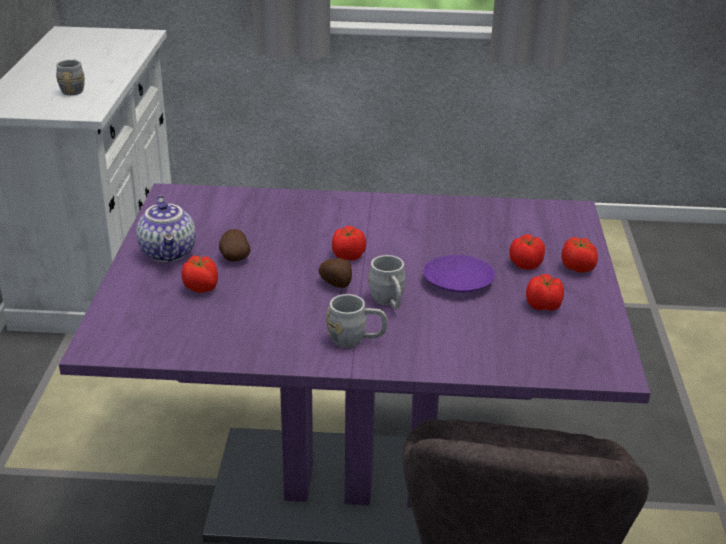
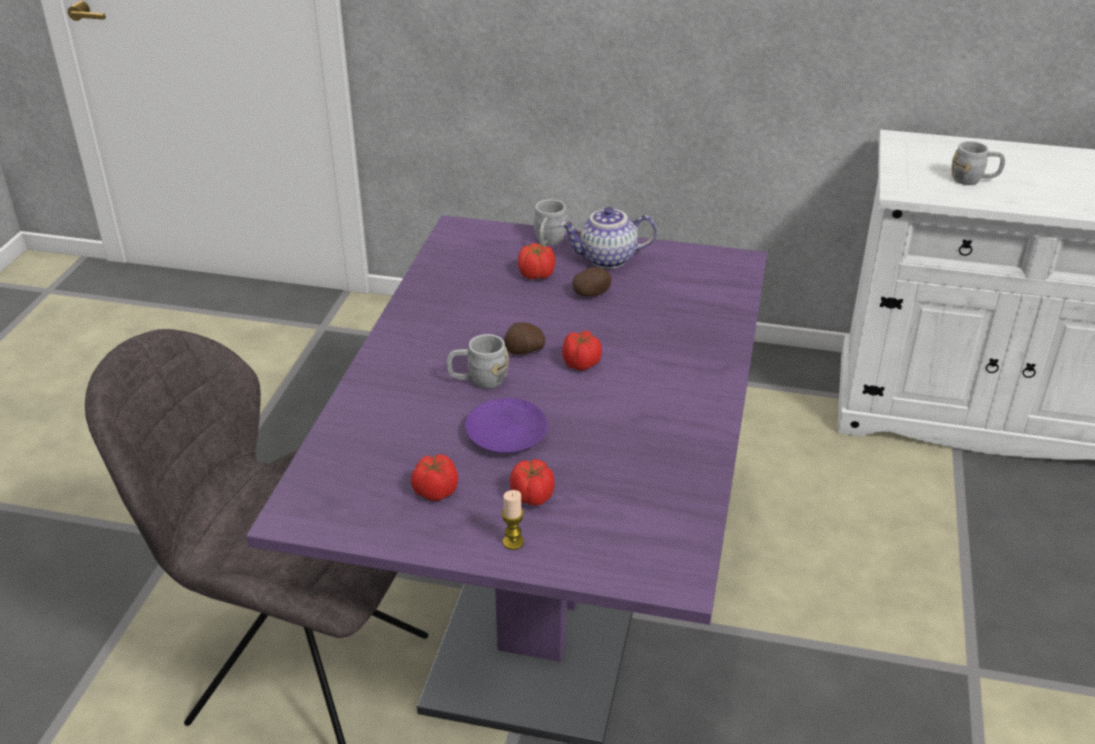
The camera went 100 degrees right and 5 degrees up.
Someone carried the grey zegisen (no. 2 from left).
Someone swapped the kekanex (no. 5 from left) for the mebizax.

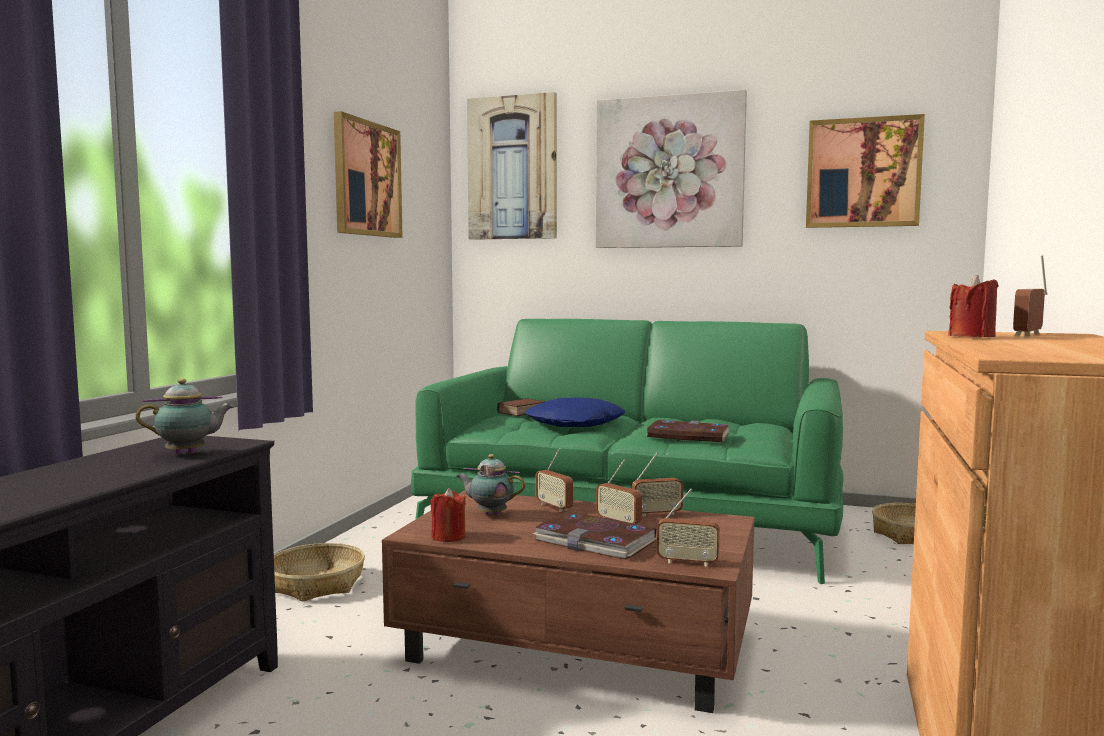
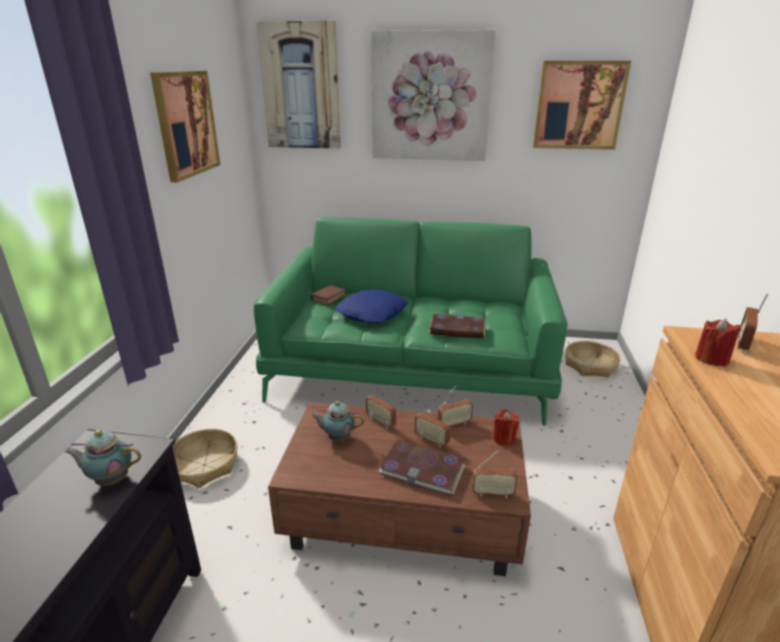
The camera went 10 degrees left and 20 degrees up.
Someone rotated the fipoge (no. 1 from left) by 150 degrees counterclockwise.
Someone carried the red mebizax (no. 1 from left).

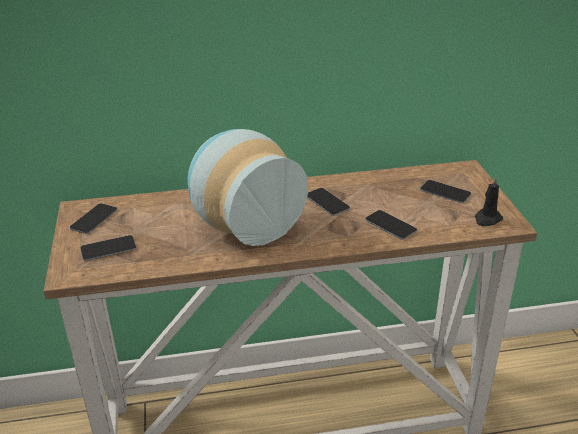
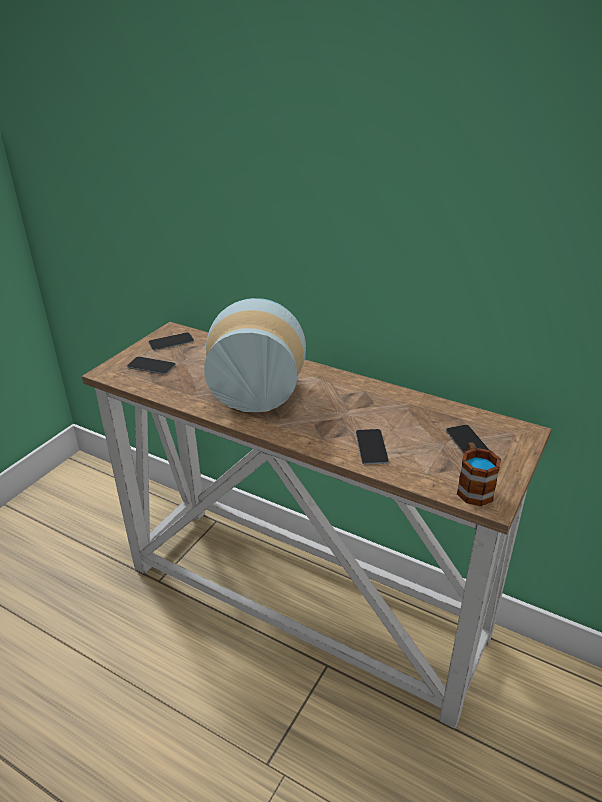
The camera went 40 degrees right and 0 degrees up.
Someone took away the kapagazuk (no. 3 from left).
Someone swapped the black mebizax for the zegisen.

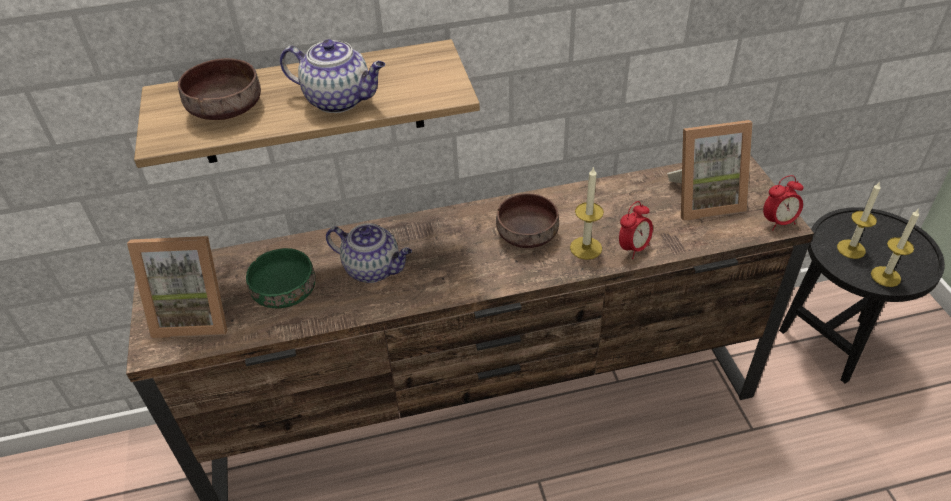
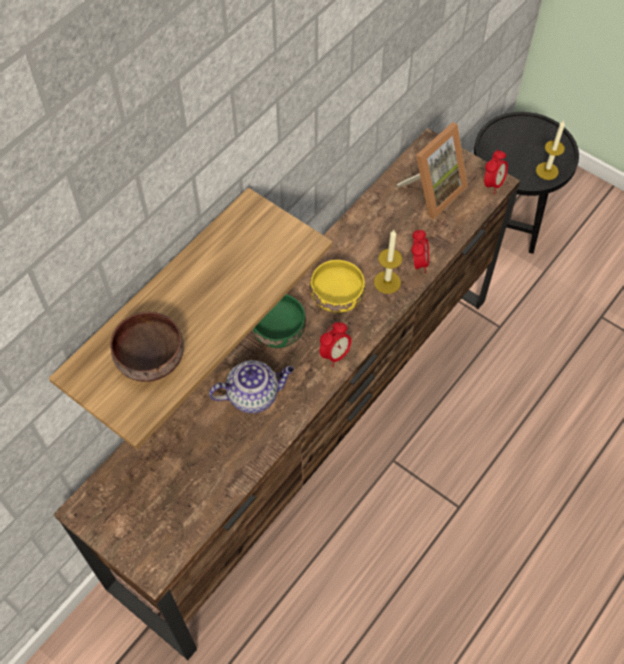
The camera went 40 degrees left and 15 degrees up.
Someone took away the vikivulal (no. 1 from left).
Someone carried the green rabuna.
Someone took away the fipoge (no. 1 from left).
Someone repainted the brown rabuna (no. 2 from left), which became the yellow rabuna.
Someone took away the mebizax (no. 2 from left).
Someone put down the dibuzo (no. 1 from left).

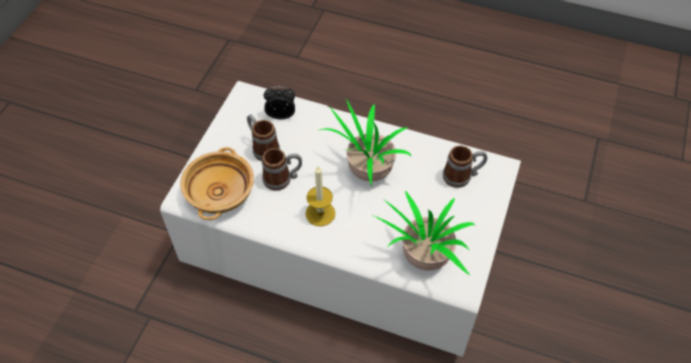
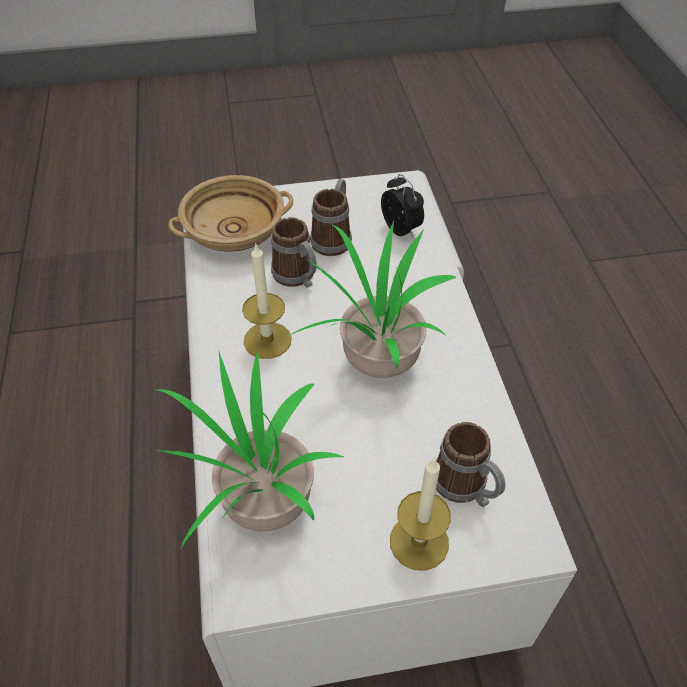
The camera went 60 degrees right and 5 degrees down.
Someone put down the mebizax (no. 2 from left).

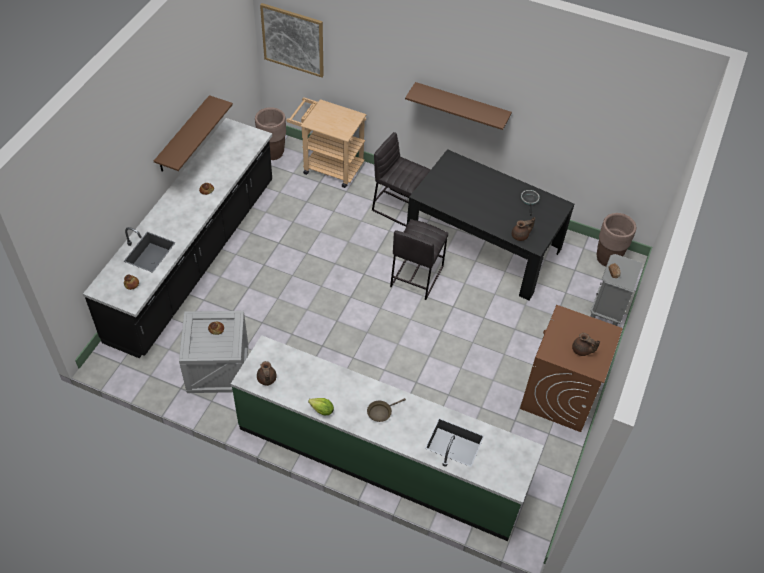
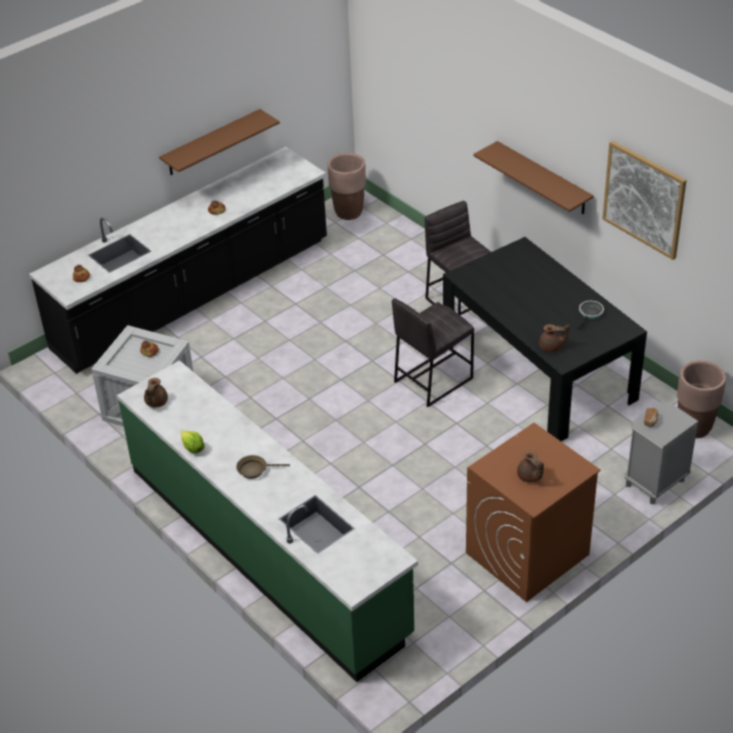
The camera went 30 degrees right and 10 degrees down.
Someone carried the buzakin.
Someone took away the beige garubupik.

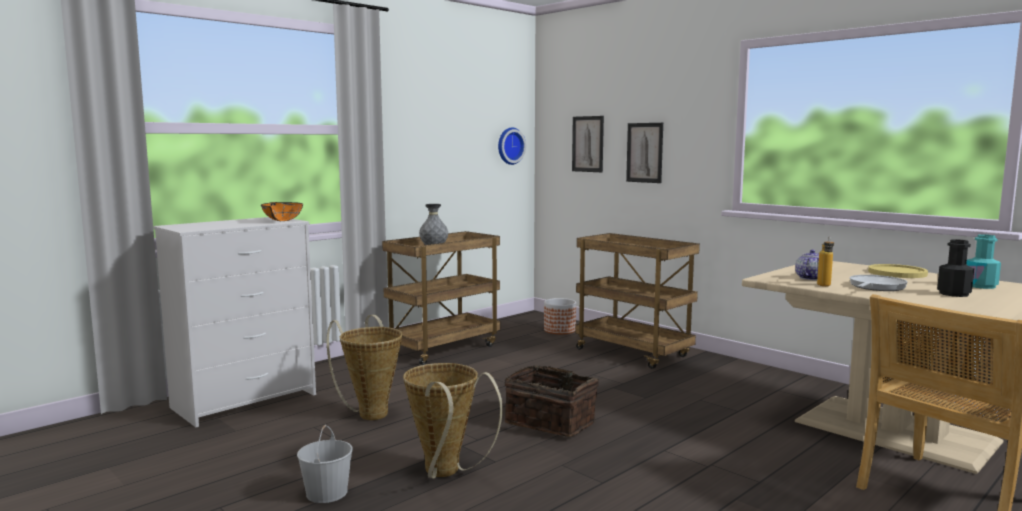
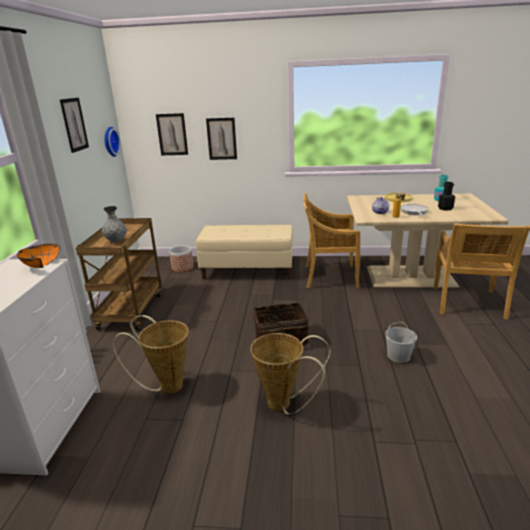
The camera went 40 degrees left and 15 degrees up.
Someone carried the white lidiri.
Someone swapped the brown garubupik (no. 2 from left) for the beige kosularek.
Someone put up the buzakin (no. 1 from left).
Someone put down the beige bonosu (no. 1 from left).

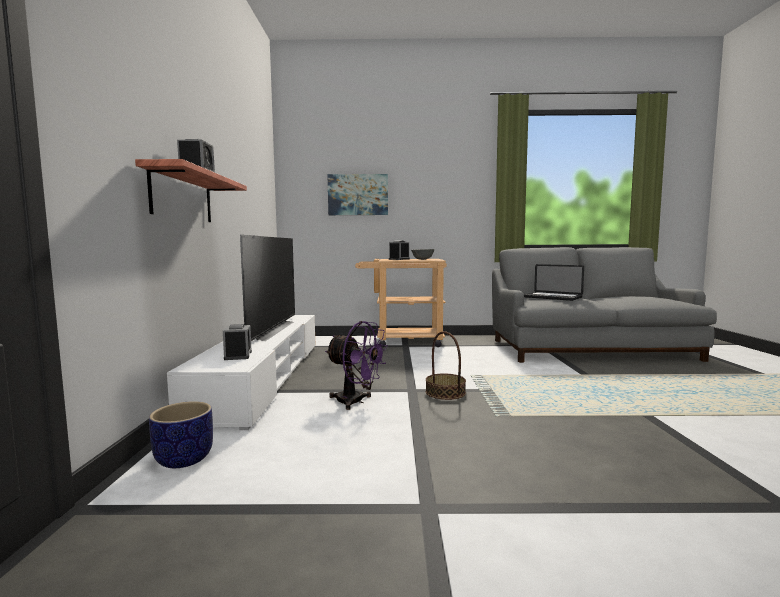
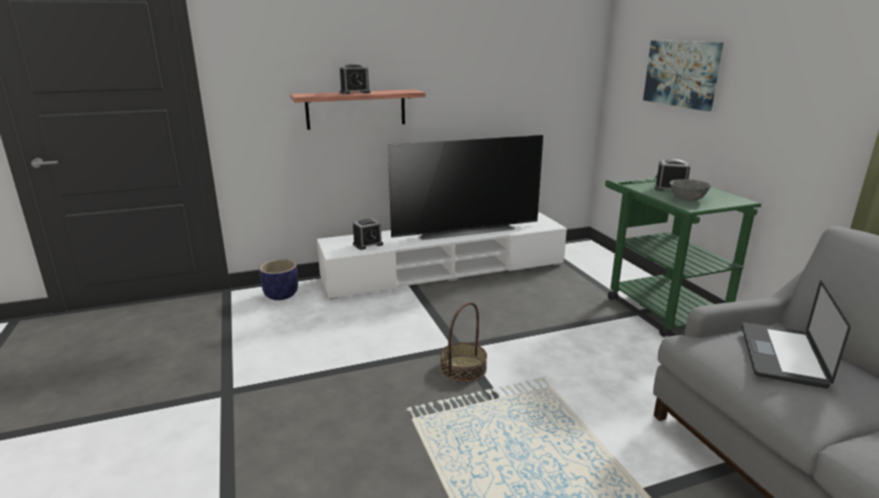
The camera went 70 degrees right and 15 degrees up.
Someone took away the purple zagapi.
Someone repainted the beige garubupik, which became the green garubupik.

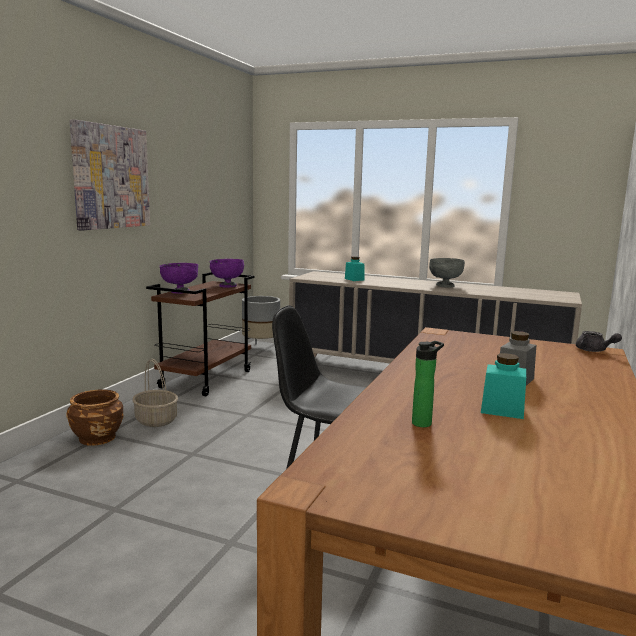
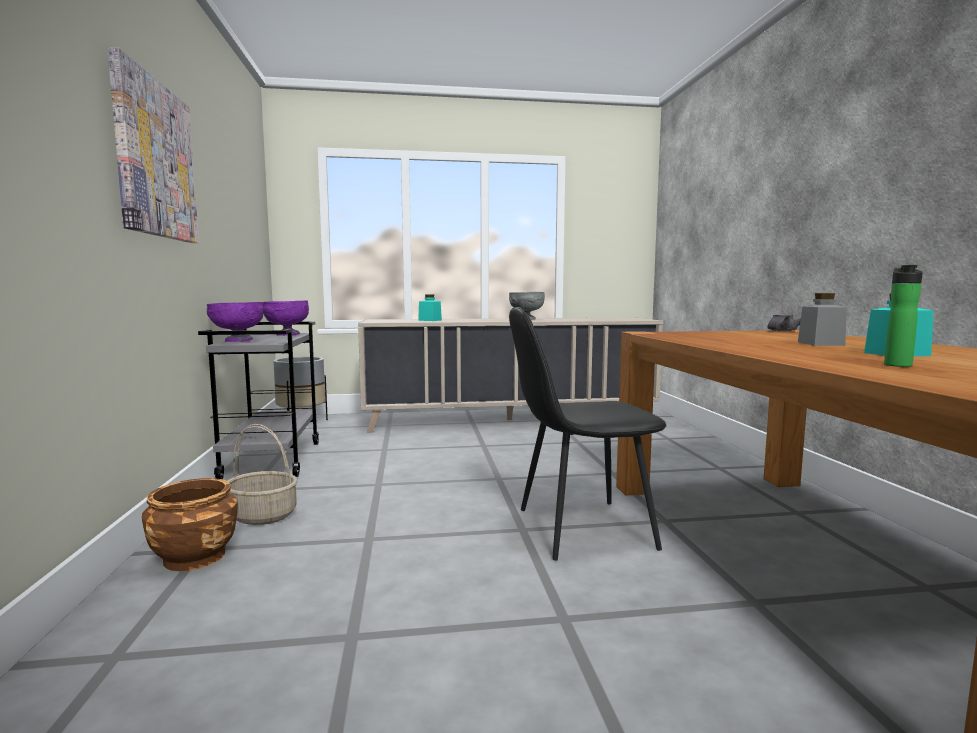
The camera went 30 degrees left and 5 degrees down.
Someone repainted the brown garubupik, which became the grey garubupik.

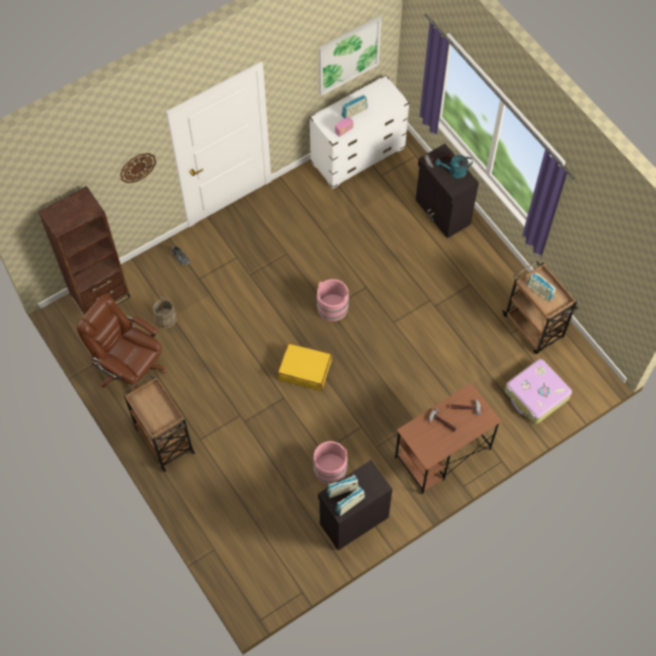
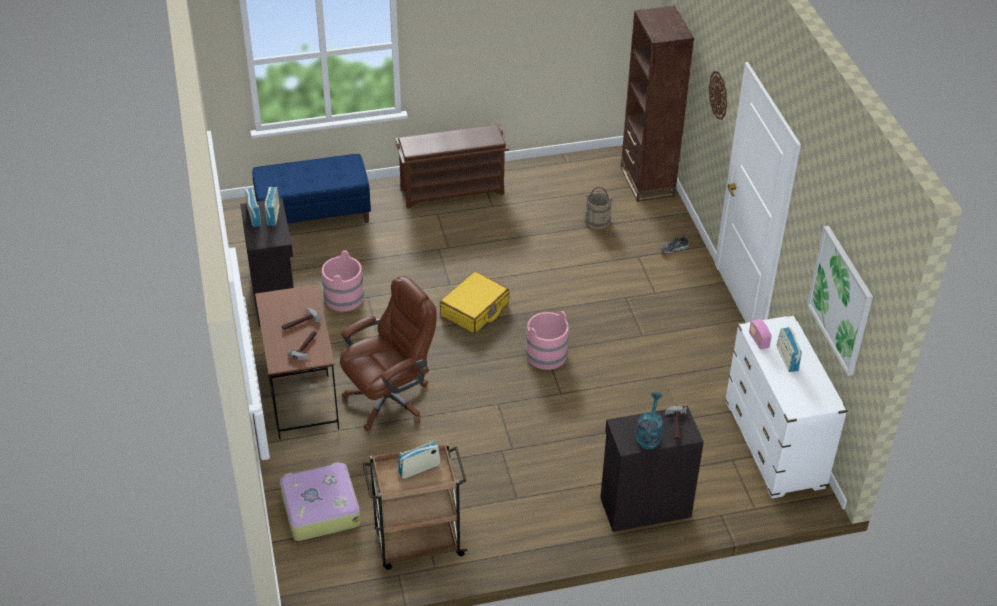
The camera went 110 degrees right and 20 degrees down.
Someone carried the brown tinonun.
Someone swapped the brown garubupik (no. 1 from left) for the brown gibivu.
Someone put down the blue kosularek.

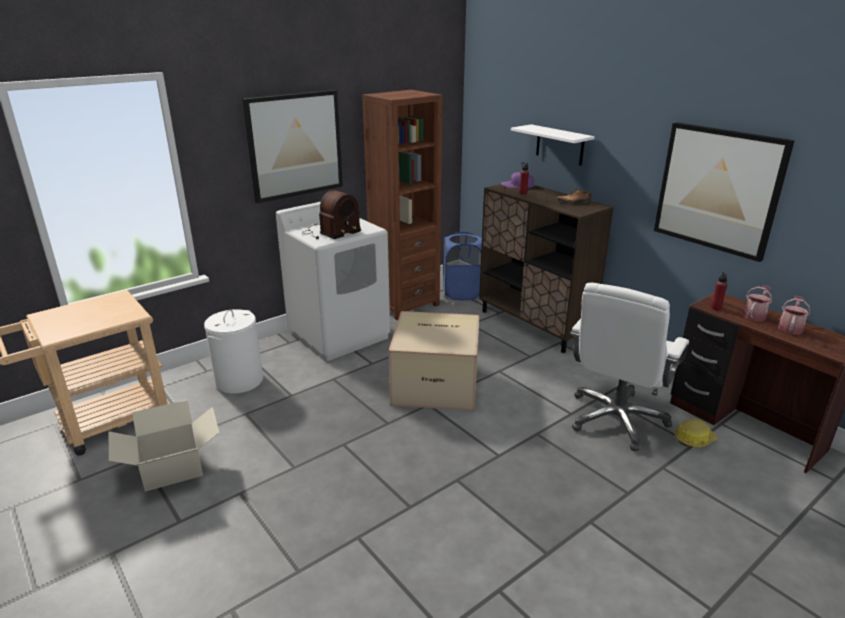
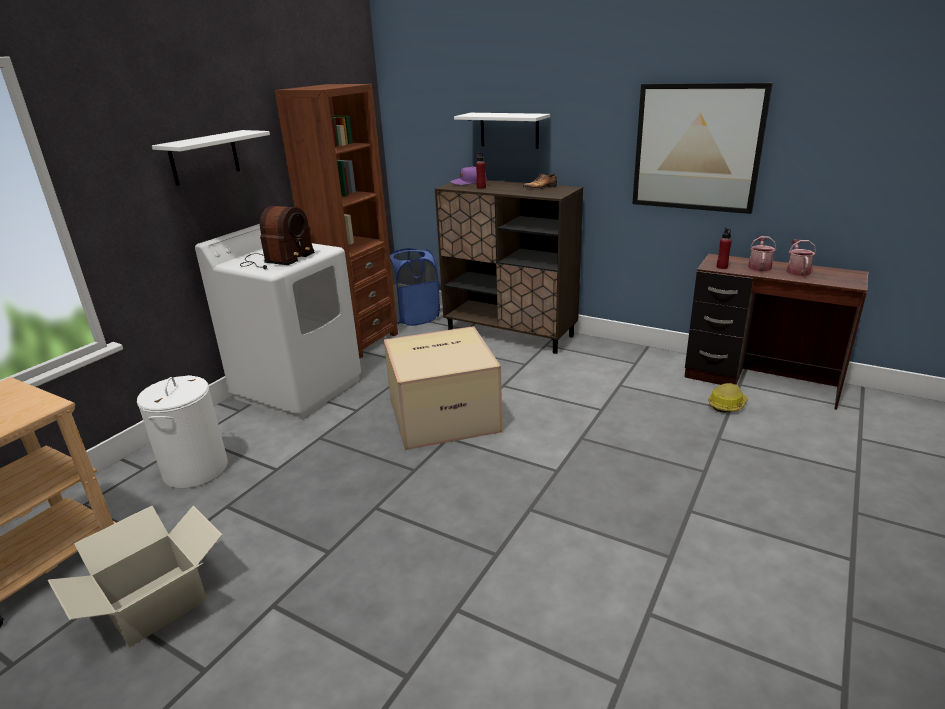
The camera went 20 degrees left and 0 degrees up.
Someone swapped the buzakin (no. 1 from left) for the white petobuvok (no. 1 from left).
Someone took away the white tinonun.

